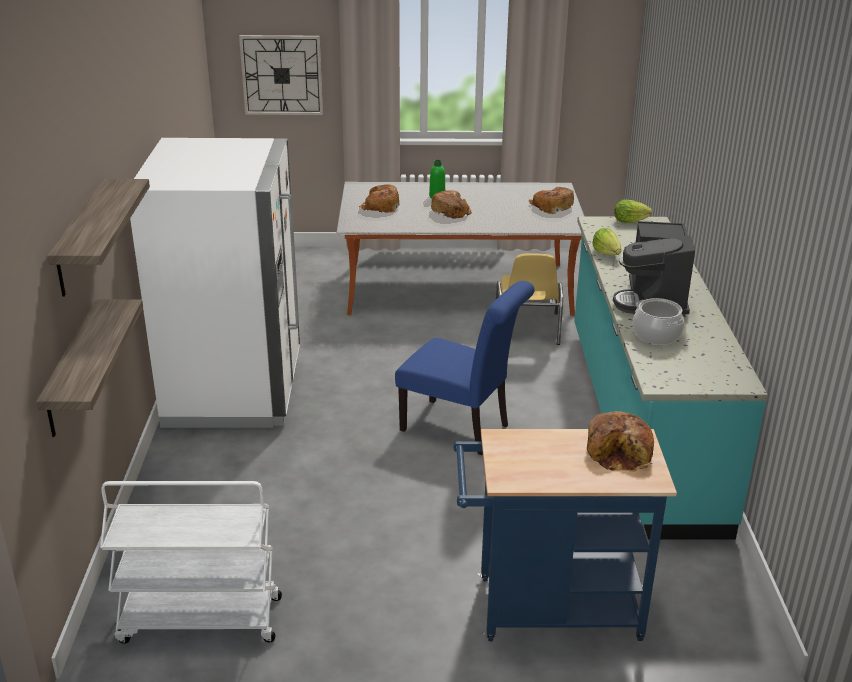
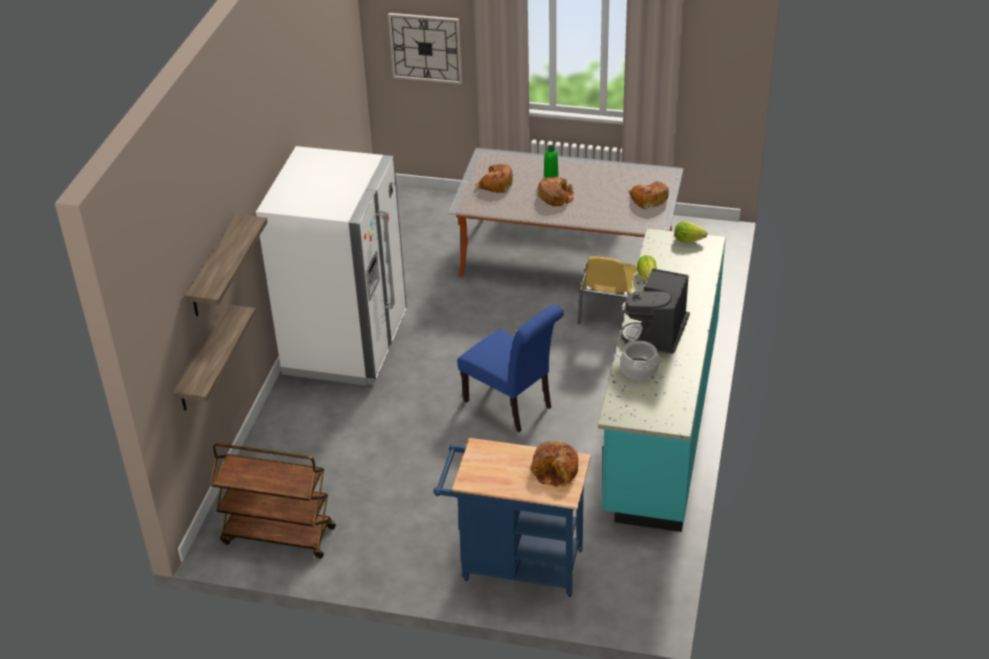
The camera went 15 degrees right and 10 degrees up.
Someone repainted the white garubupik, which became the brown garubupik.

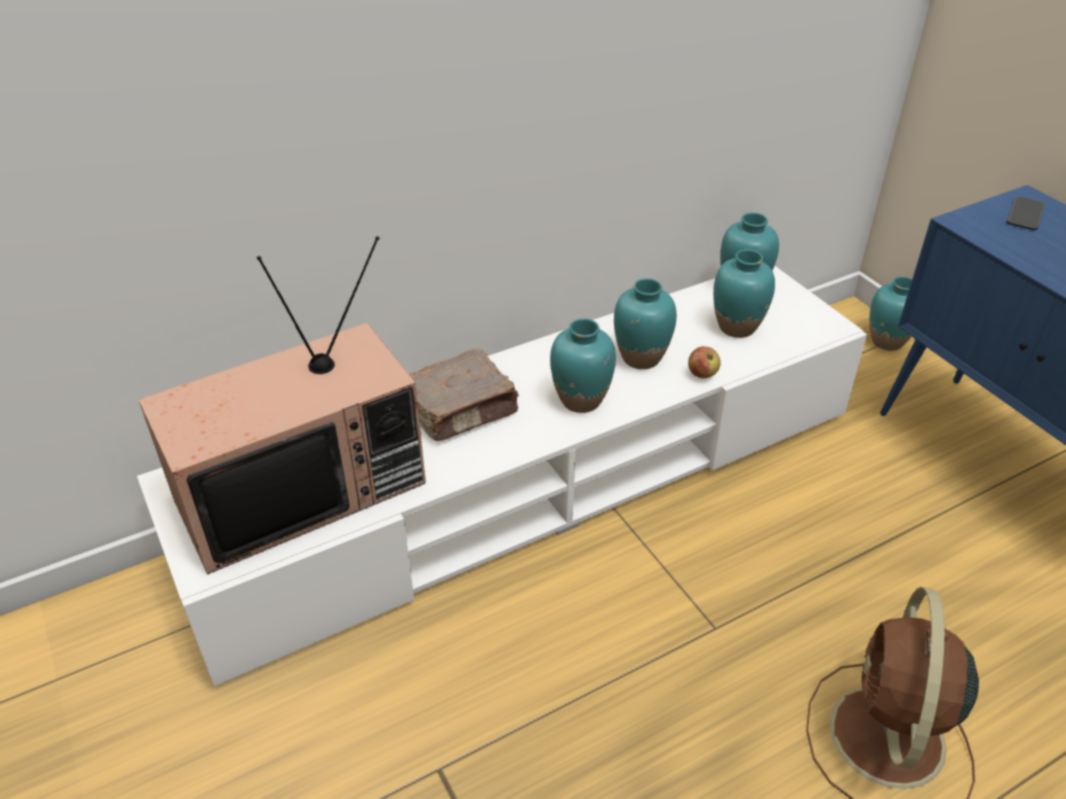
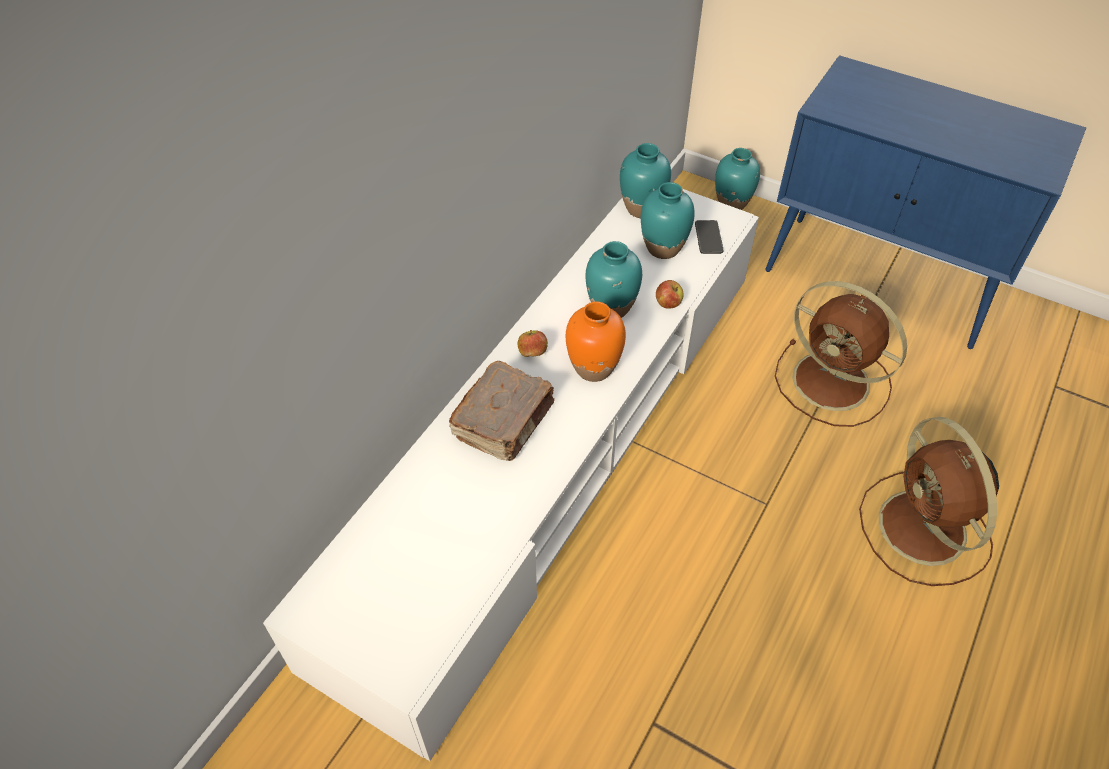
The camera went 30 degrees left and 10 degrees up.
Someone took away the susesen.
Someone repainted the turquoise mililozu (no. 1 from left), which became the orange mililozu.
Someone carried the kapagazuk.
Someone put down the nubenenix (no. 1 from left).
Someone put down the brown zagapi (no. 1 from left).

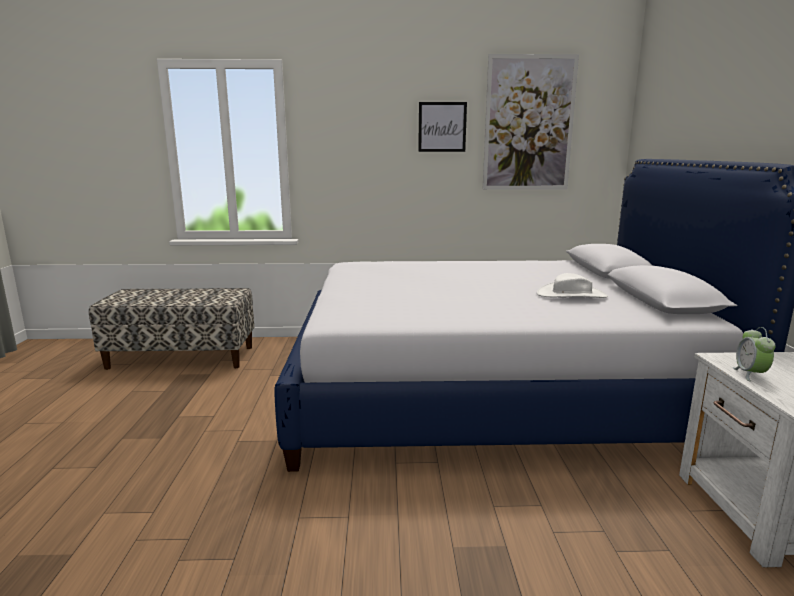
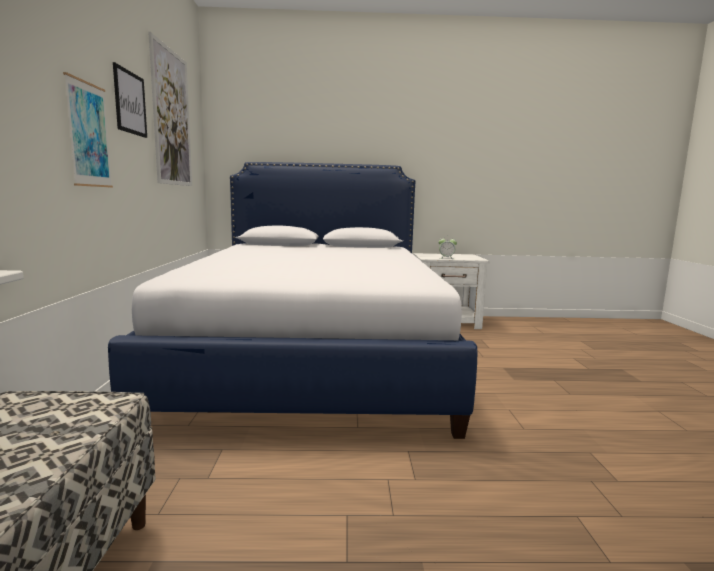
The camera went 90 degrees left and 5 degrees down.
Someone took away the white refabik.
Someone put up the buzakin (no. 1 from left).

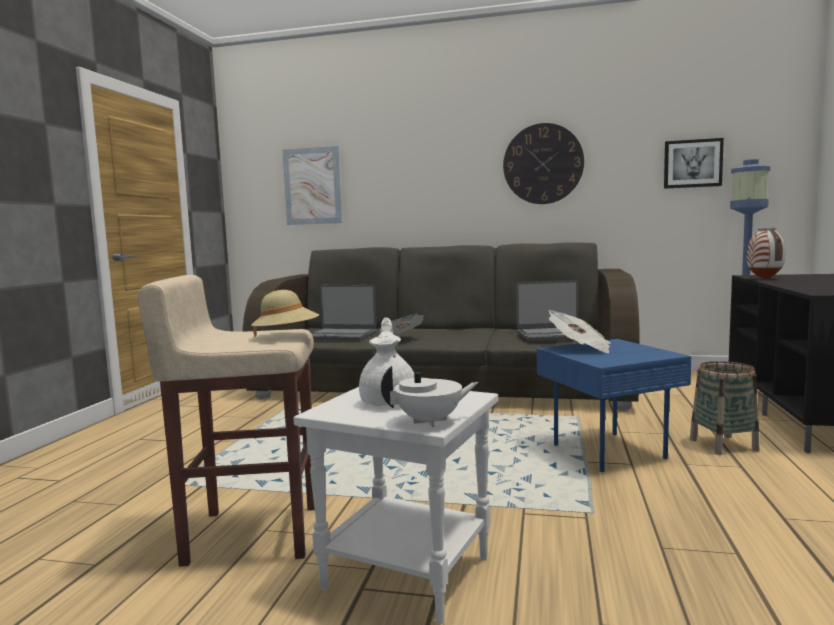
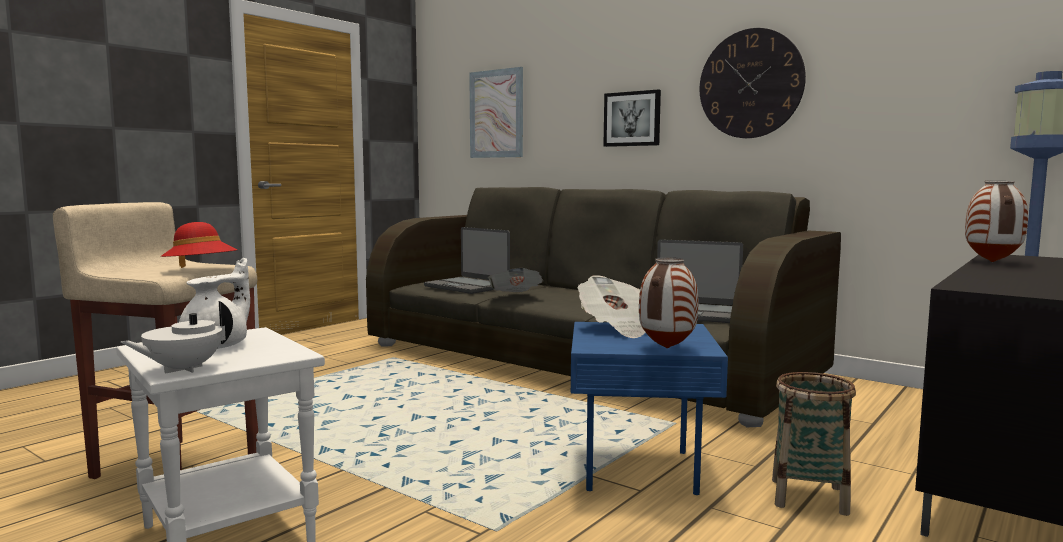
The camera went 25 degrees right and 0 degrees up.
Someone repainted the beige refabik, which became the red refabik.
Someone rotated the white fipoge (no. 2 from left in the first image) by 120 degrees clockwise.
Someone carried the buzakin (no. 2 from left).
Someone put down the mililozu (no. 1 from left).

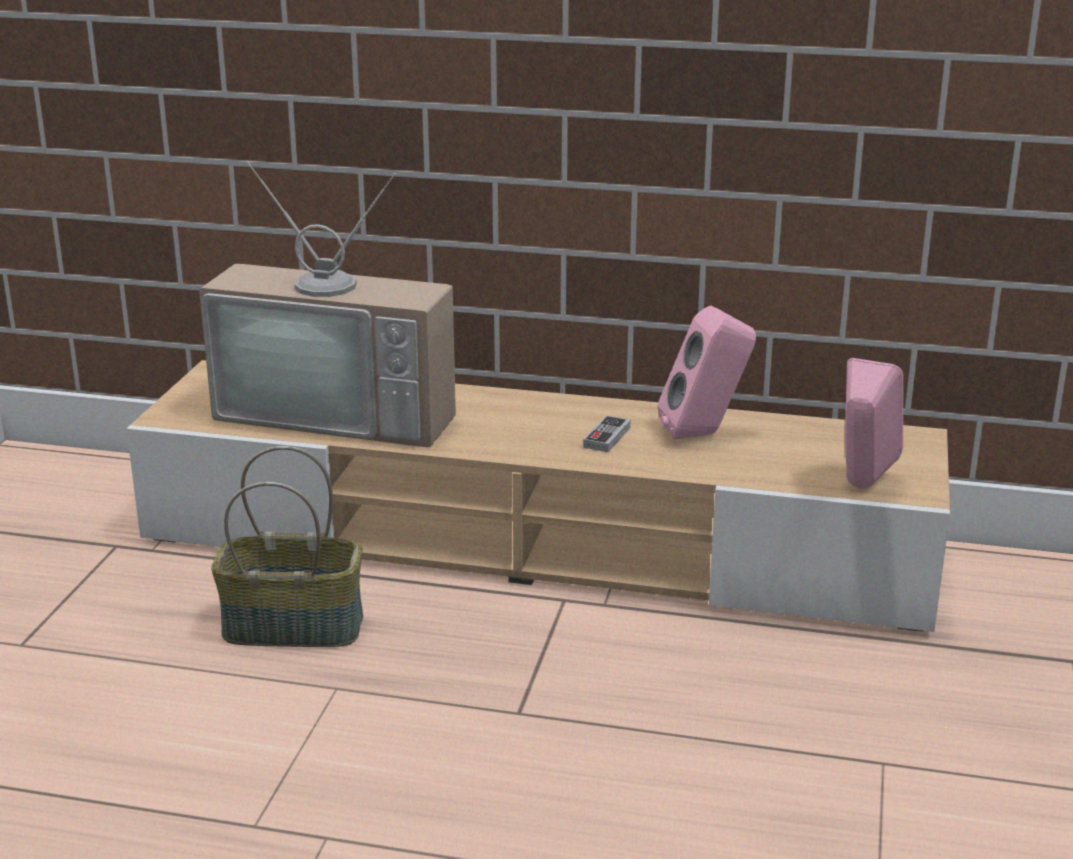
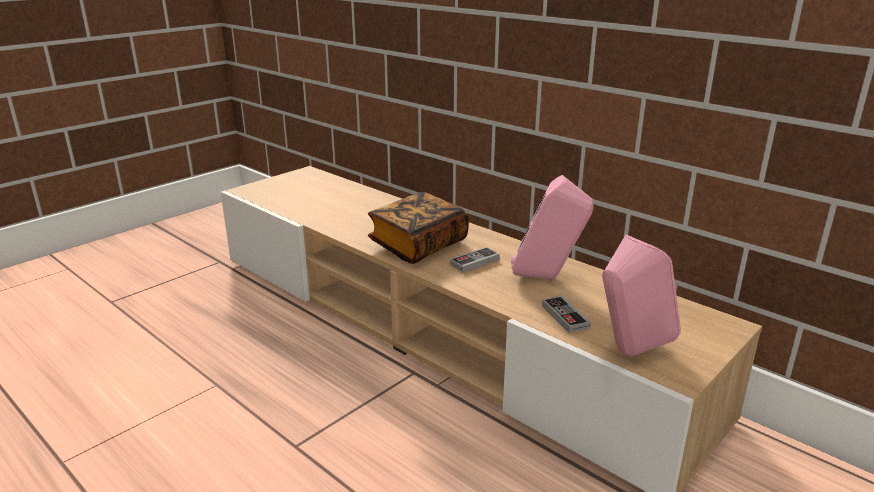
The camera went 30 degrees right and 0 degrees up.
Someone took away the susesen.
Someone took away the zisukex.
Someone put down the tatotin.
Someone put down the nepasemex (no. 2 from left).

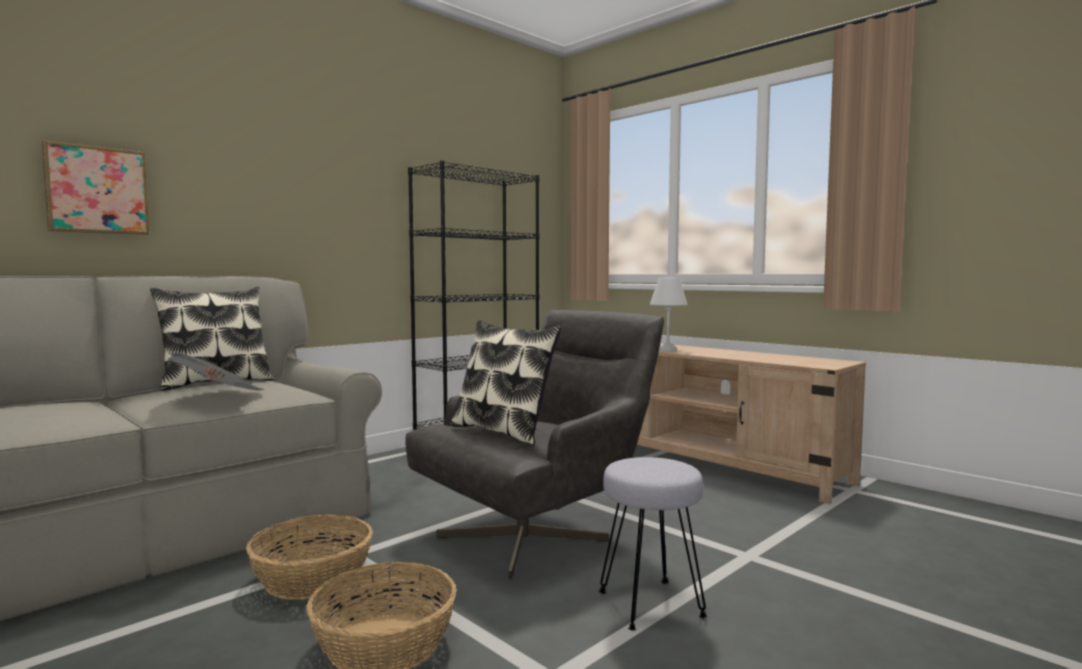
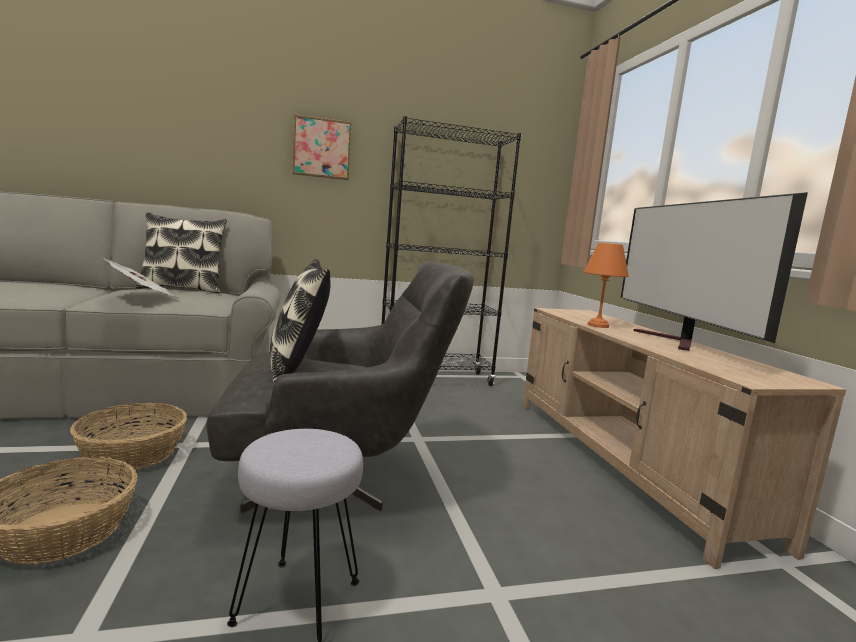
The camera went 30 degrees right and 5 degrees up.
Someone carried the buzakin.
Someone repainted the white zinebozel, which became the orange zinebozel.
Someone put down the susesen.

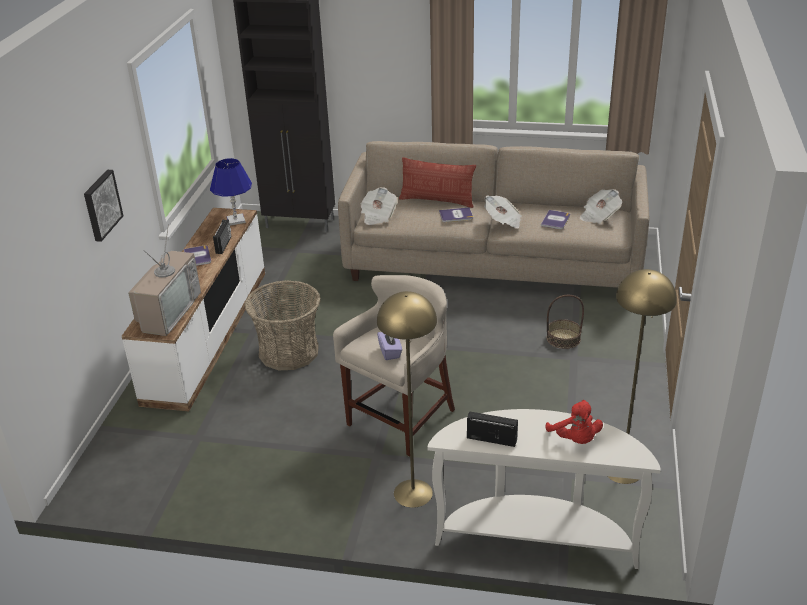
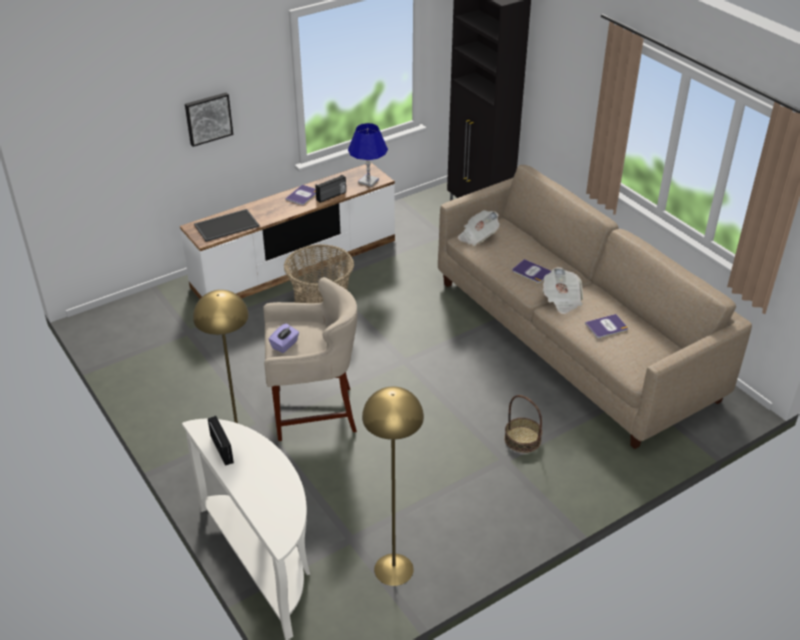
The camera went 45 degrees right and 5 degrees up.
Someone swapped the susesen for the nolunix.
Someone took away the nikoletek.
Someone took away the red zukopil.
Someone took away the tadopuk (no. 3 from left).

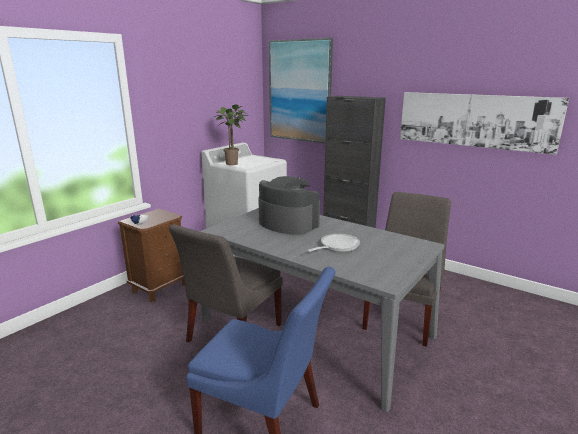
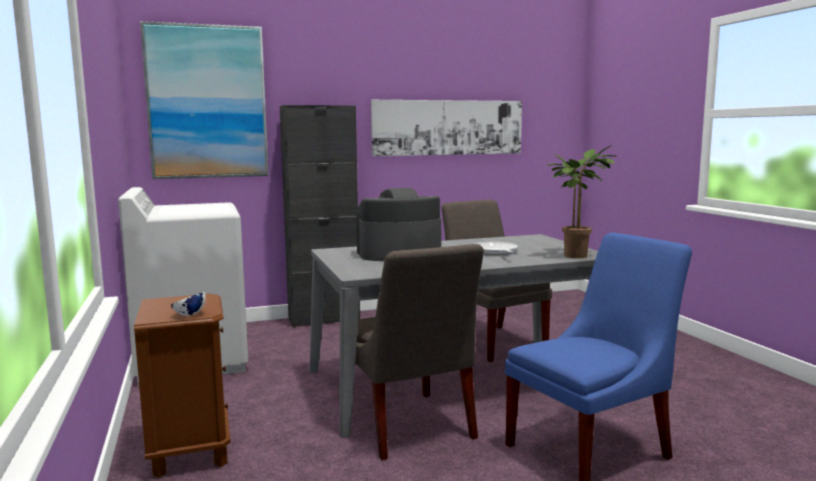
The camera went 55 degrees left and 10 degrees down.
Someone carried the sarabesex.

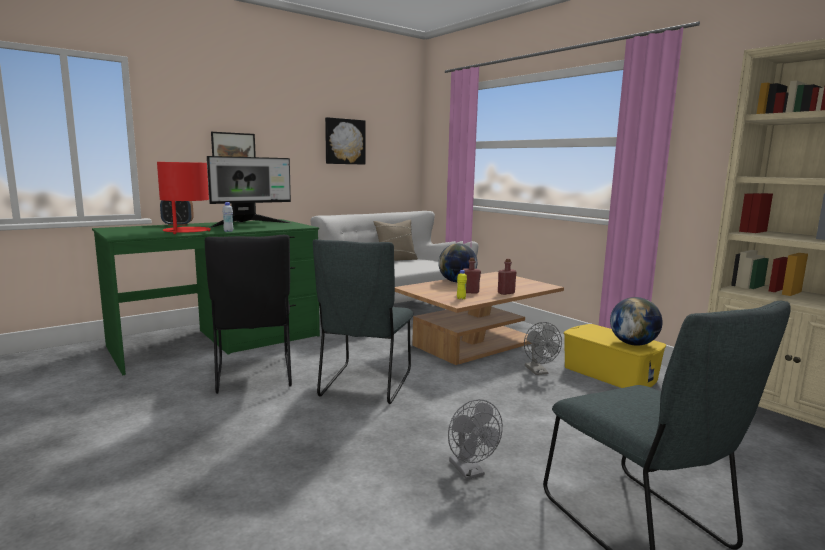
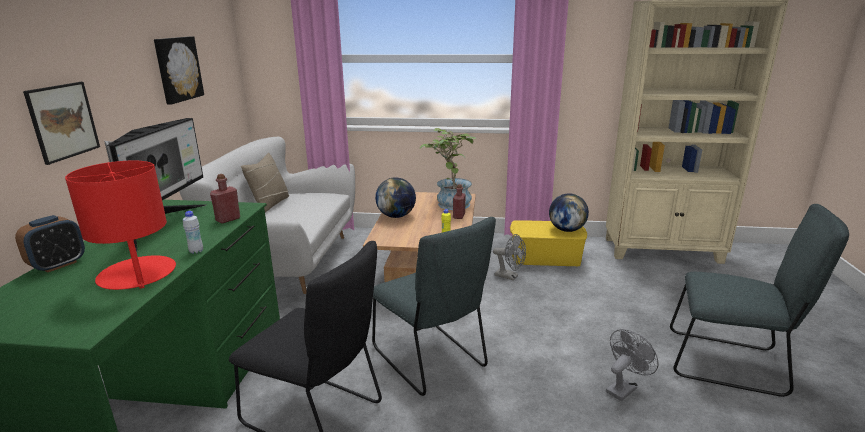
The camera went 45 degrees left and 10 degrees up.
Someone rotated the grey zagapi (no. 1 from left in the first image) by 60 degrees counterclockwise.
Someone carried the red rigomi (no. 1 from left).
Someone put down the sarabesex.

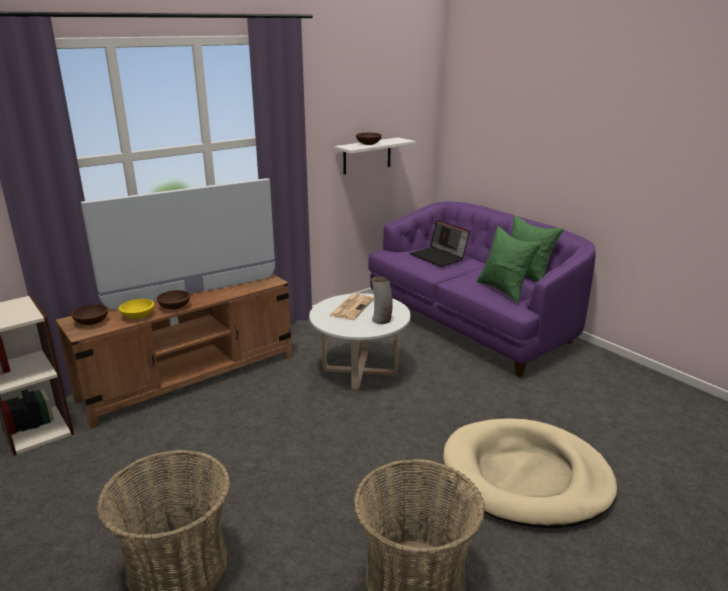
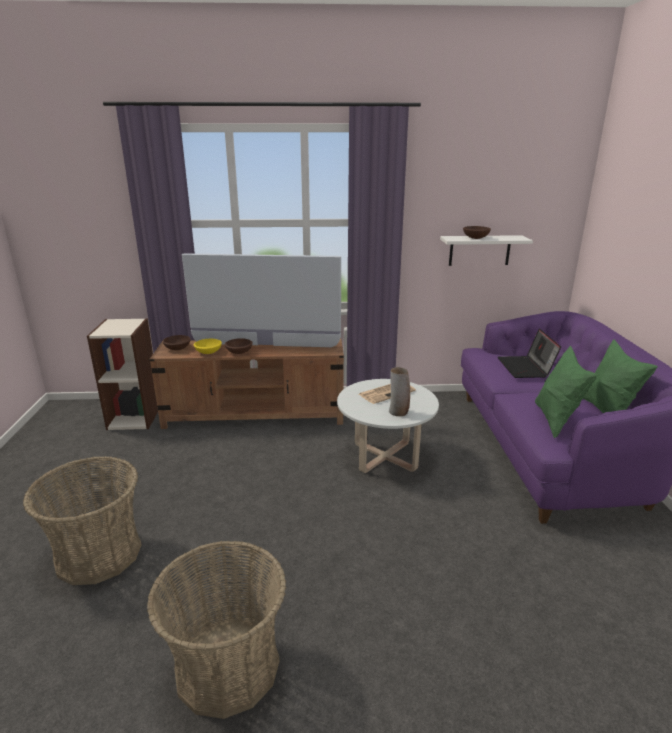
The camera went 35 degrees right and 0 degrees up.
Someone took away the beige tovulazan.

